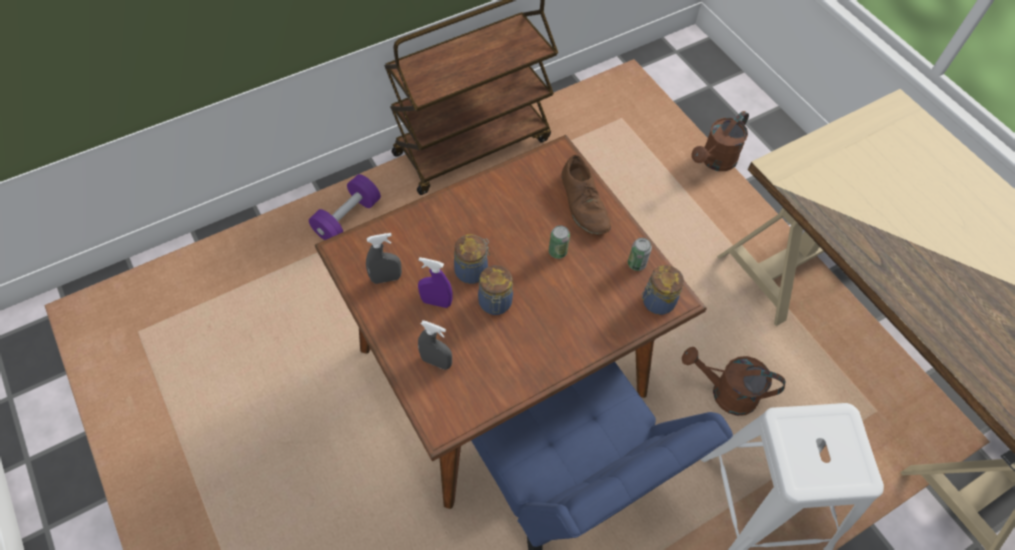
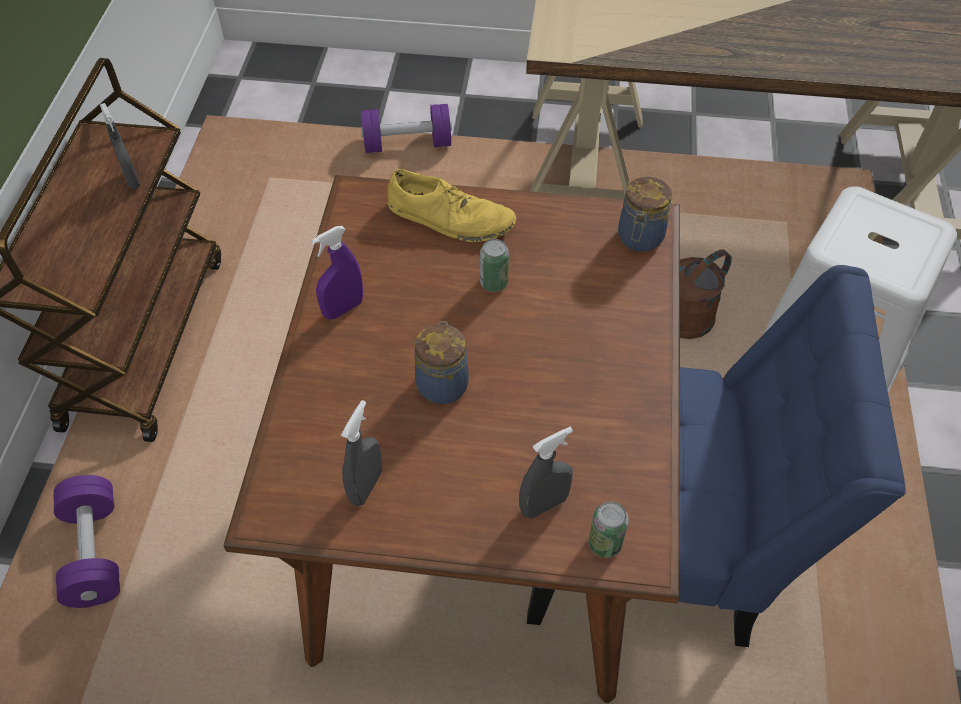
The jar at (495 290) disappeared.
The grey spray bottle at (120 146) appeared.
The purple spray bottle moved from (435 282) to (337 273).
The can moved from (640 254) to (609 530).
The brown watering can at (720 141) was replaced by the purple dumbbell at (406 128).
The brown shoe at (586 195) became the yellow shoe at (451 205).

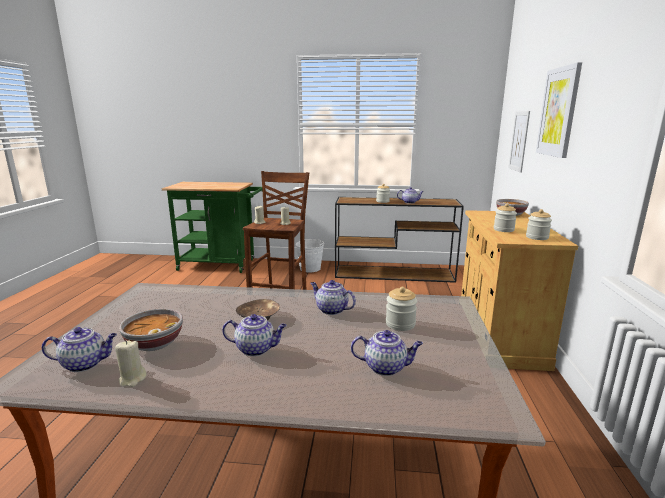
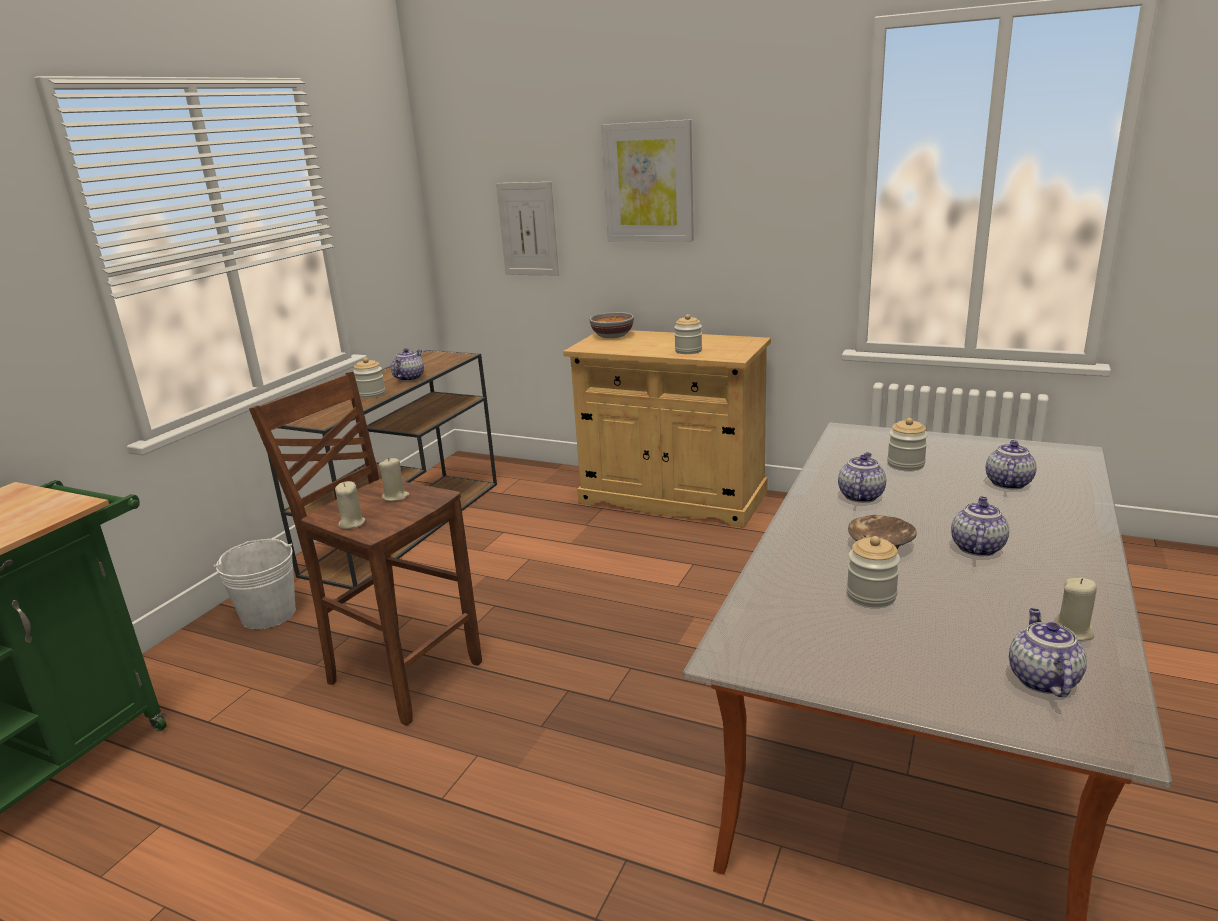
The bowl at (151 330) disappeared.
The jar moved from (539 224) to (873 571).
The teapot at (333 297) turned 150 degrees clockwise.

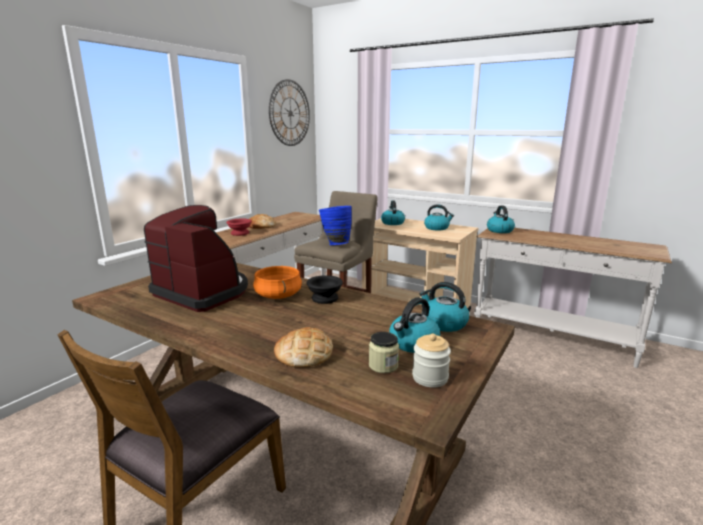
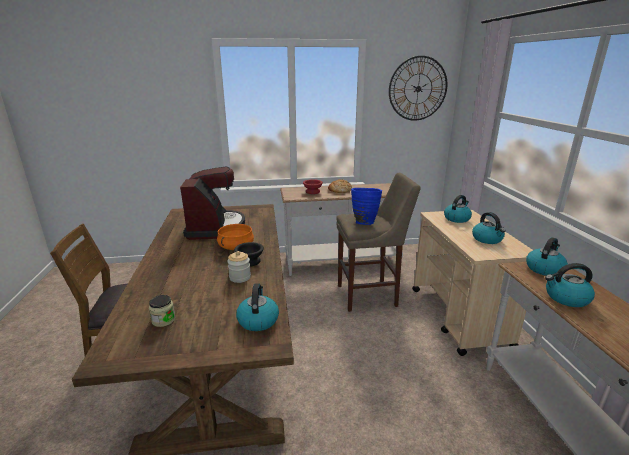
The bread at (303 347) disappeared.
The kettle moved from (414 325) to (570 285).
The jar moved from (431 360) to (239 267).

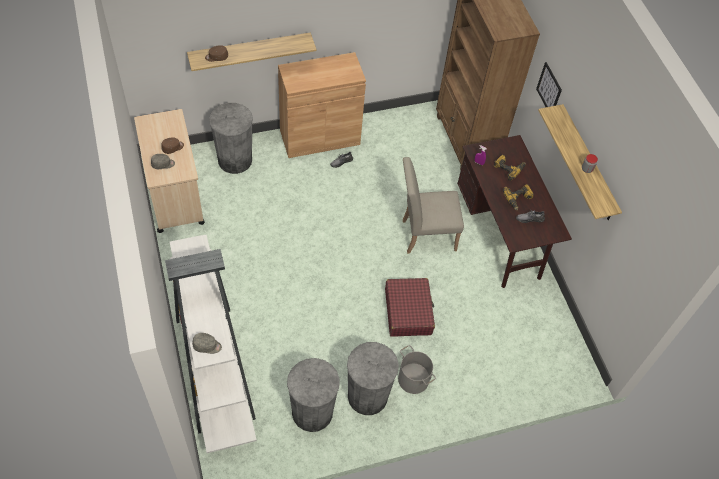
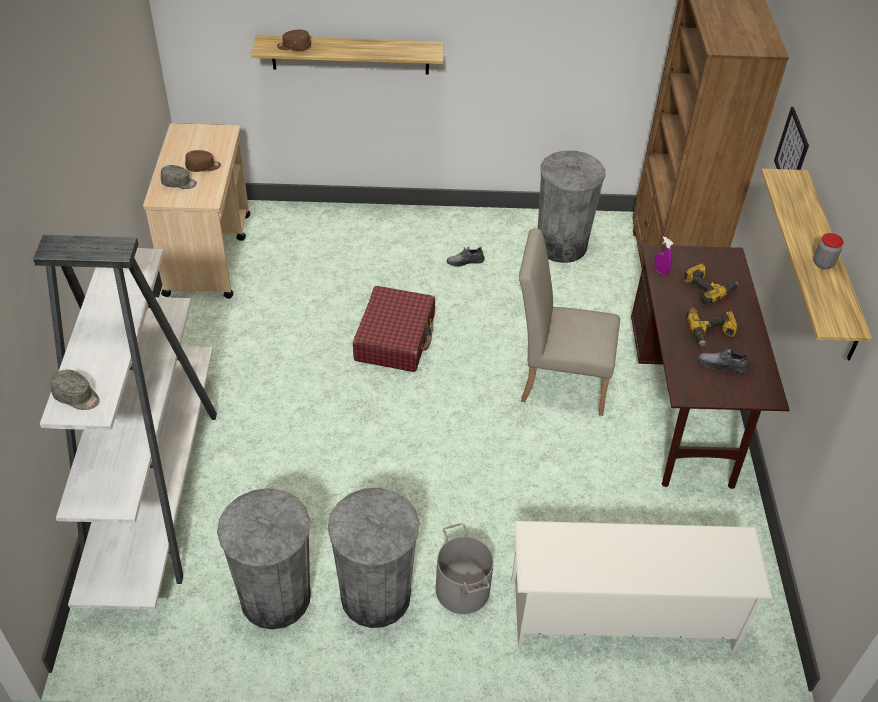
The brown cabinet at (322 105) disappeared.
The white shoe rack at (642 586) appeared.
The grey trash can moved from (231 138) to (571 206).
The red suitcase moved from (410 307) to (394 329).

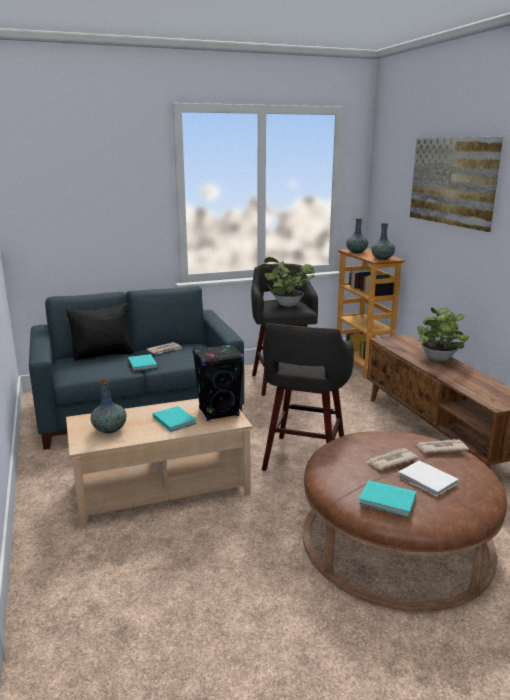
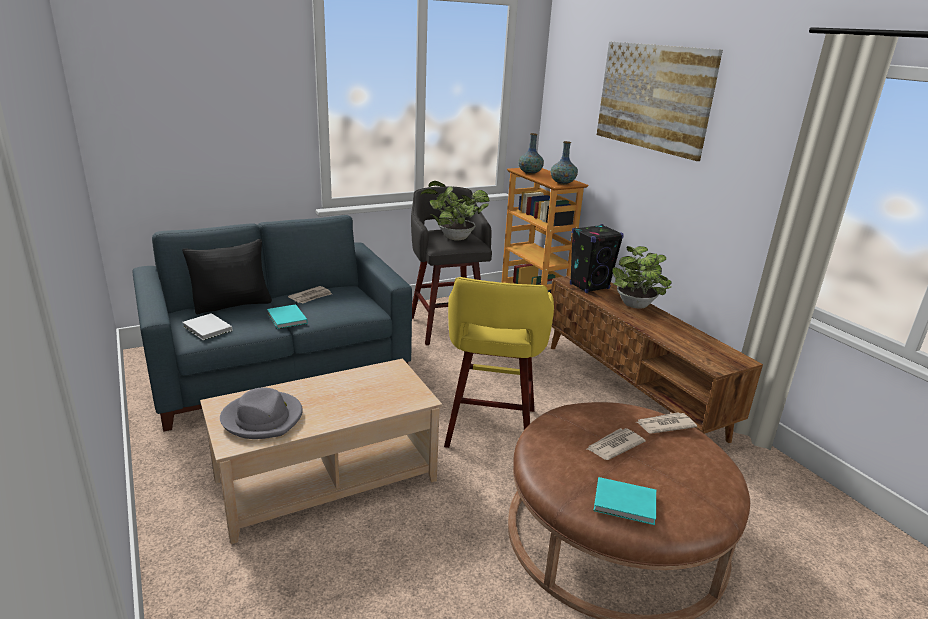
The turquoise book at (175 419) disappeared.
The black speaker moved from (218 382) to (597 258).
The white book moved from (428 478) to (207 326).
The vase at (108 407) was replaced by the grey hat at (261 413).
The grey stool at (308 397) became the yellow stool at (499 362).

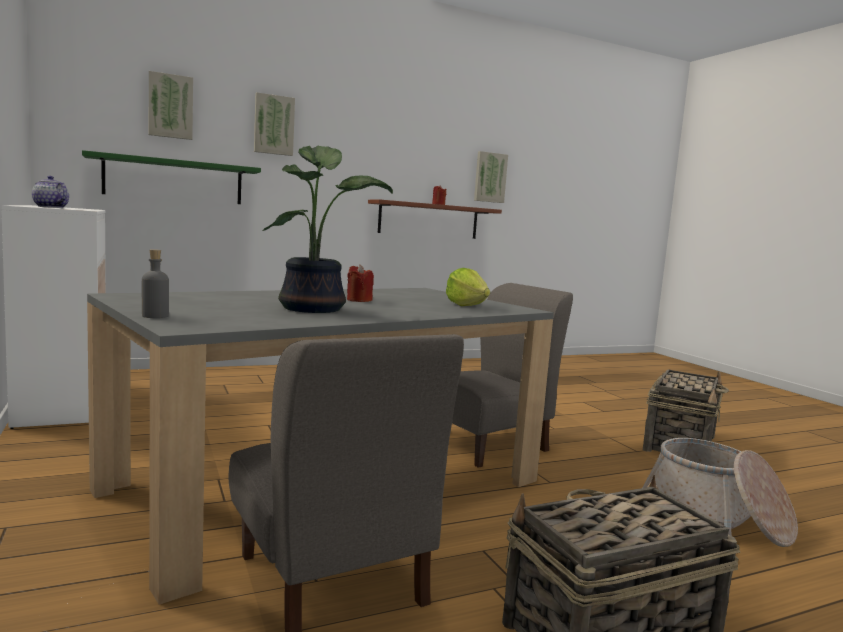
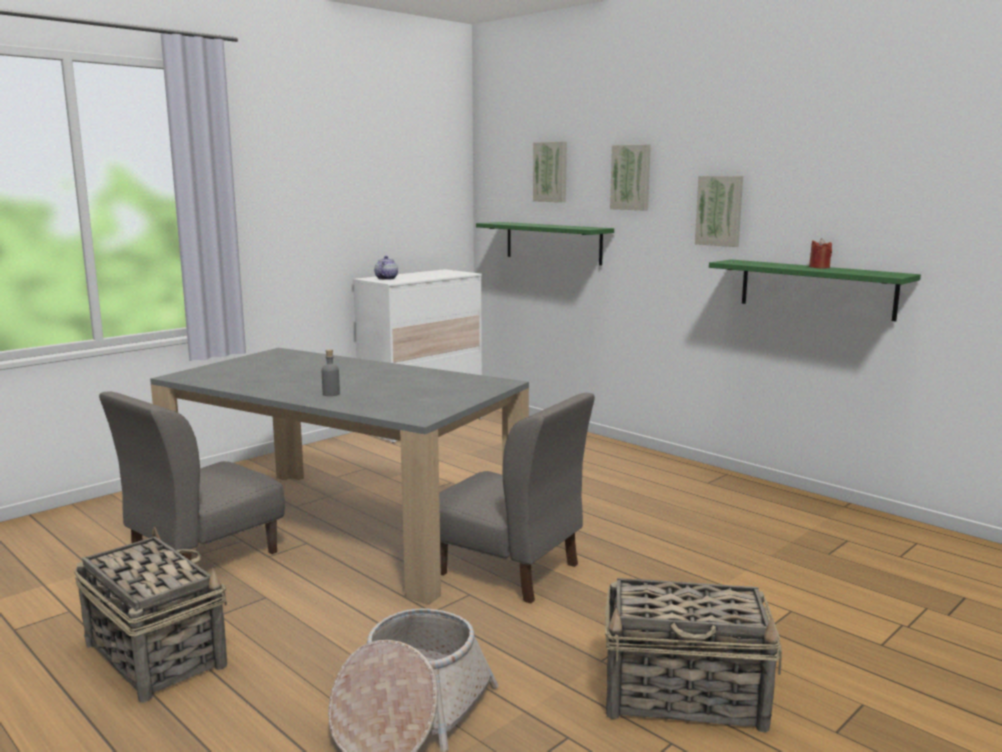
The potted plant at (328 229) disappeared.
The red candle at (360 283) disappeared.
The lettuce at (468 287) disappeared.
The grey bottle moved from (155 283) to (331 372).
The picture moved from (491 177) to (719 211).
The brown shelf at (435 219) became the green shelf at (815 291).

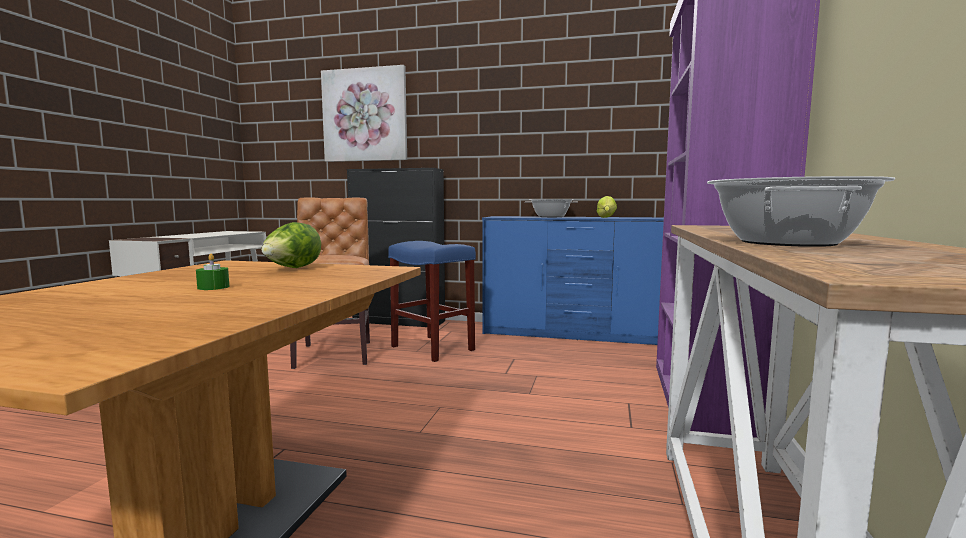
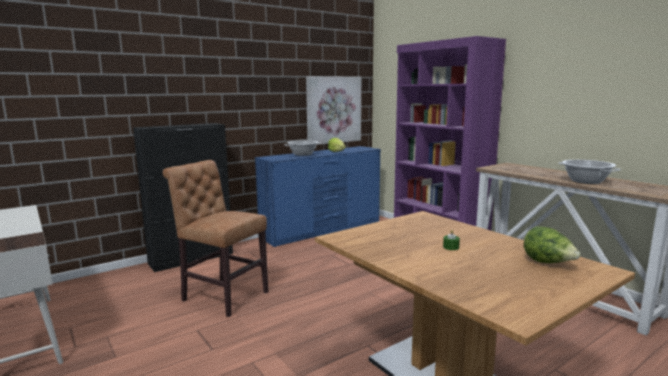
The blue stool at (432 301) disappeared.
The lettuce moved from (291 245) to (552 244).
The picture moved from (364 113) to (333 110).

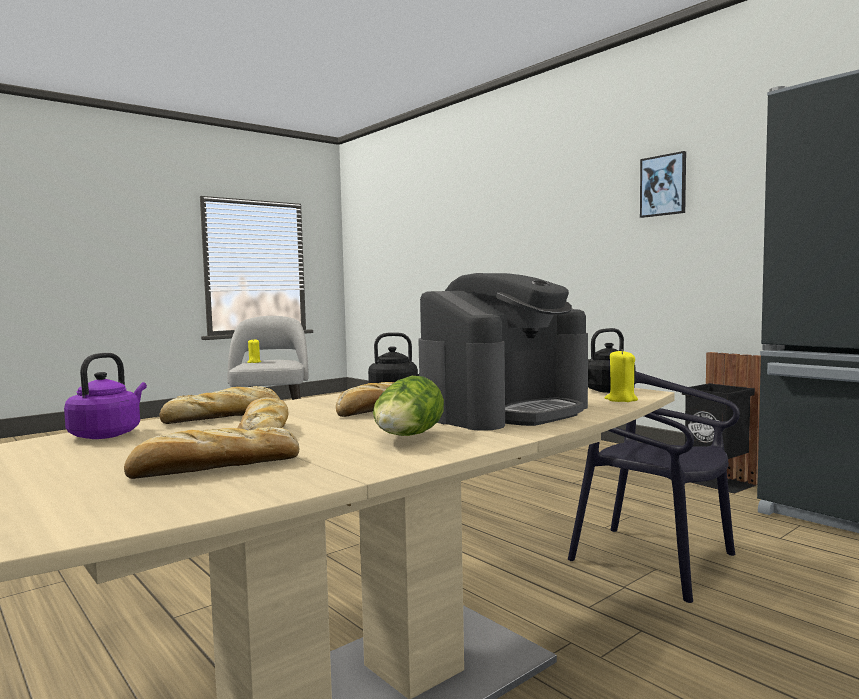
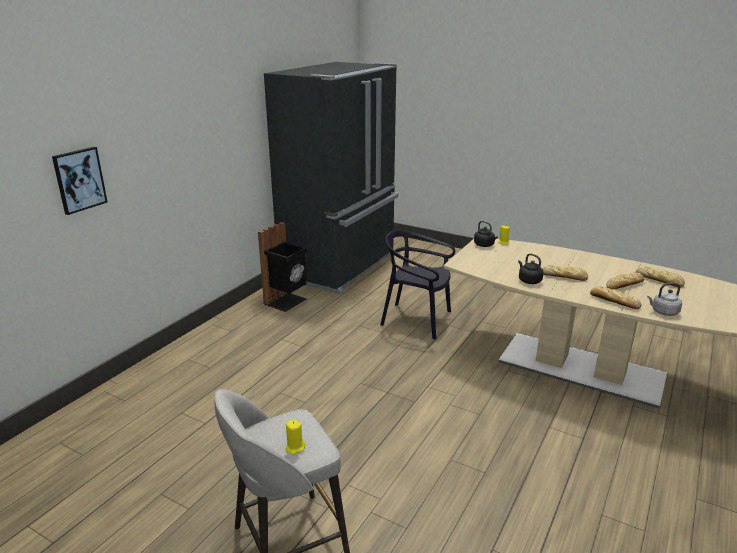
The lettuce at (408 406) disappeared.
The coffee machine at (503 352) disappeared.
The picture moved from (663 184) to (79 181).
The purple kettle at (105 396) became the grey kettle at (664 299).
The black chair at (654 487) turned 90 degrees clockwise.

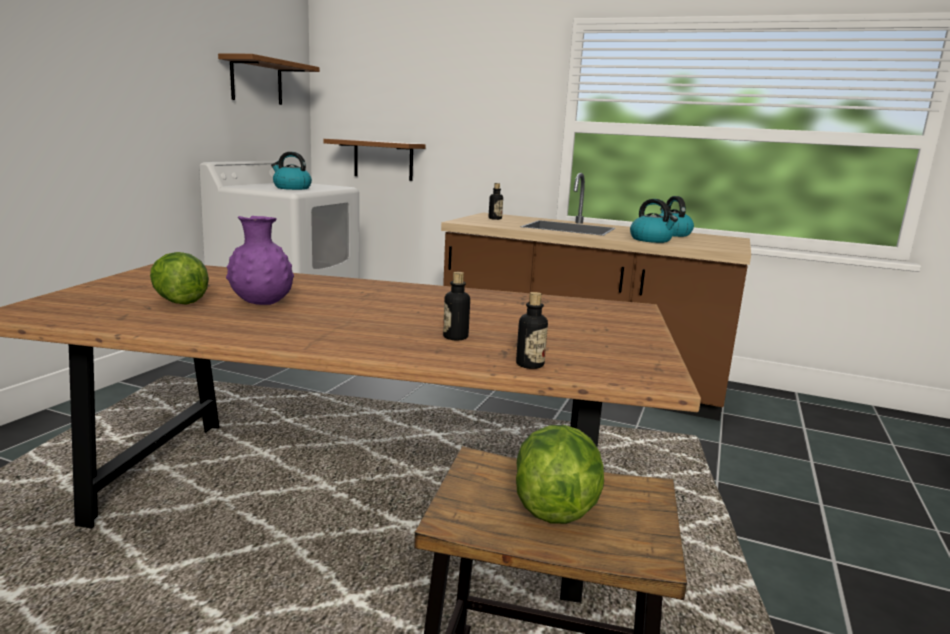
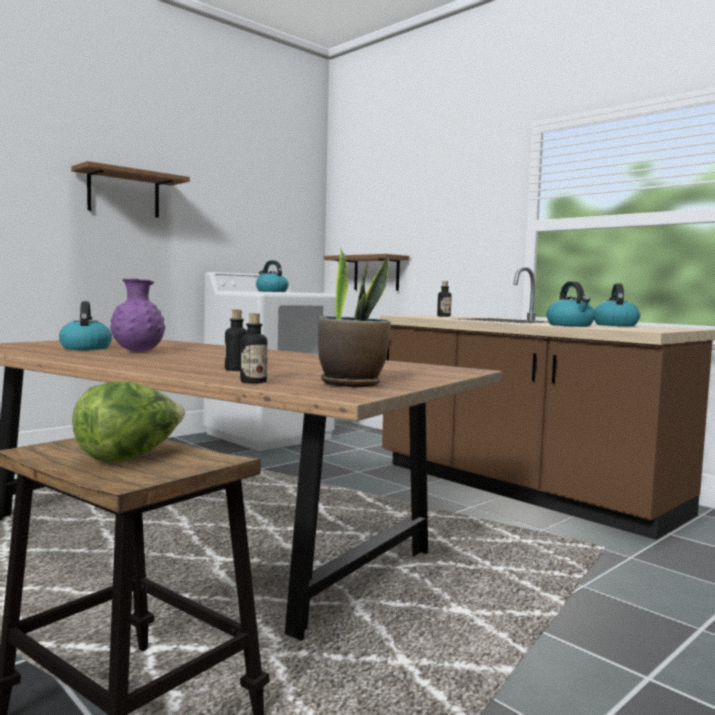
The potted plant at (354 317) appeared.
The brown shelf moved from (269 79) to (130 189).
The lettuce at (179 278) was replaced by the kettle at (85 325).

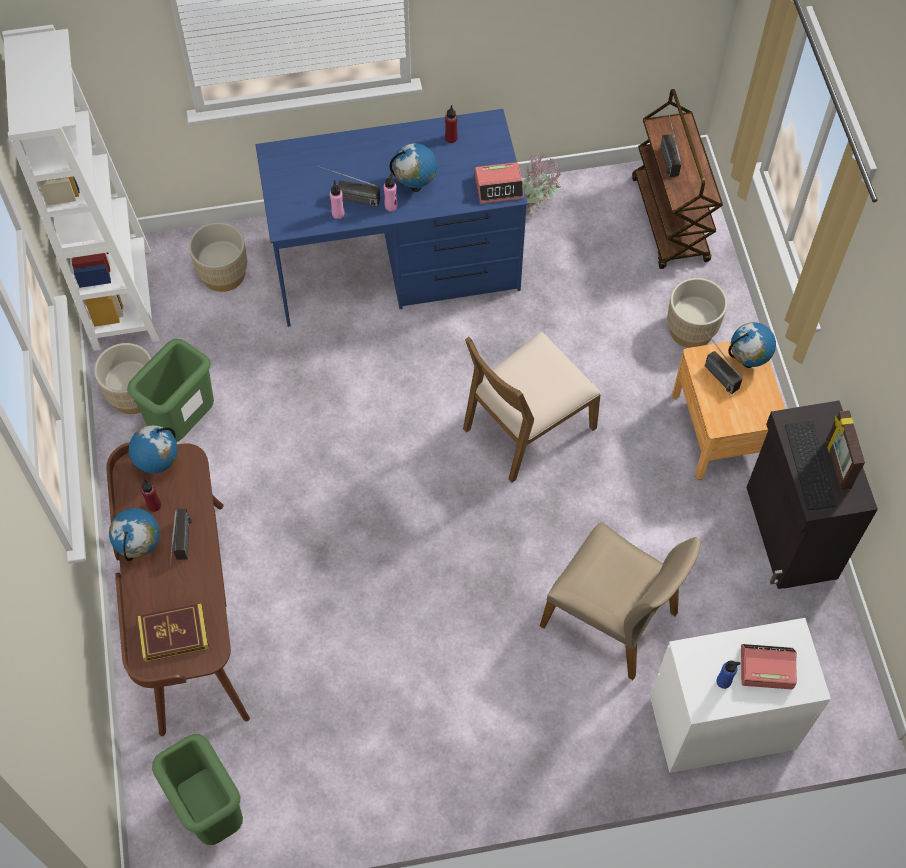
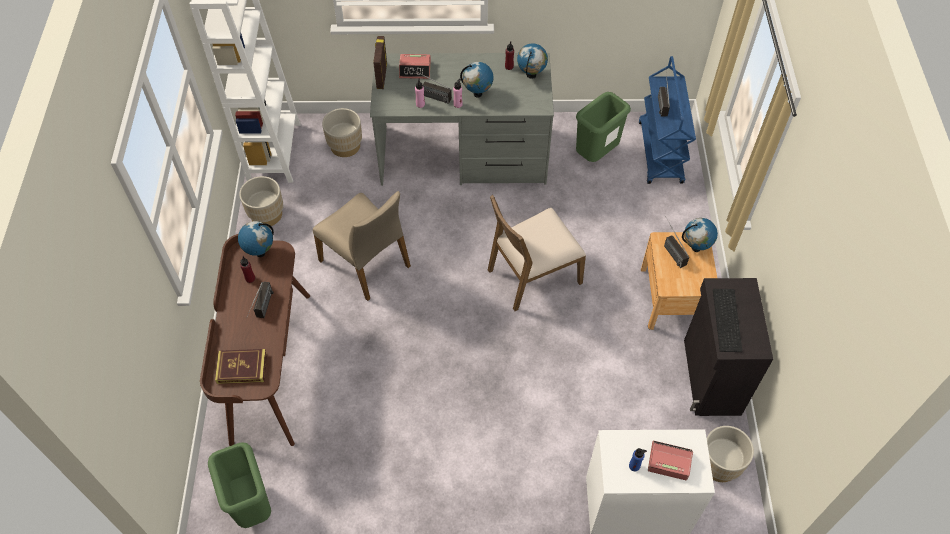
The potted plant at (542 183) disappeared.
The globe moved from (134 534) to (532 61).
The green trash can moved from (170 390) to (603 127).
The alarm clock moved from (499 183) to (415 66).
The beige chair moved from (620 601) to (361 246).
The beige planter moved from (697 313) to (730 454).
The picture frame moved from (845 450) to (380 62).
The blue desk at (391 218) became the grey desk at (462 119).
The brown cart at (677 179) became the blue cart at (667 120).

